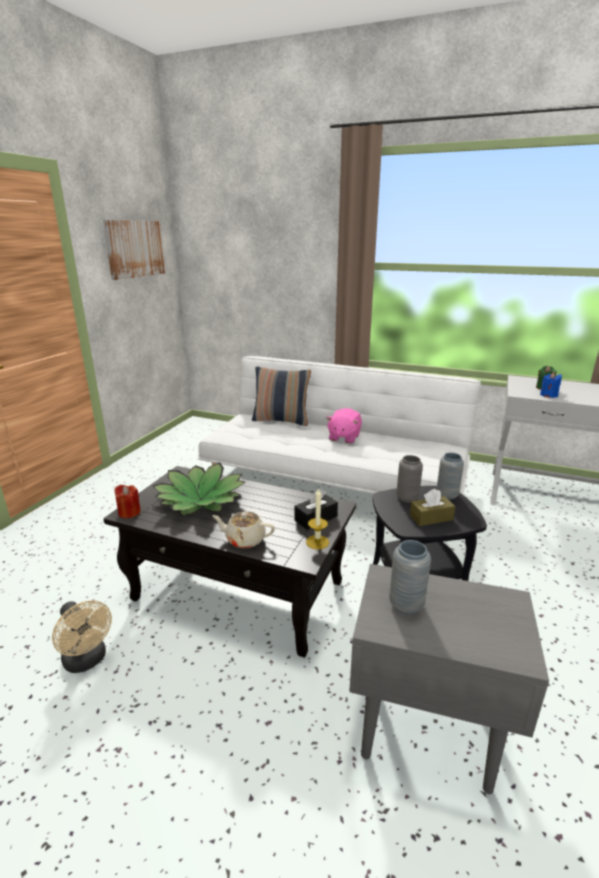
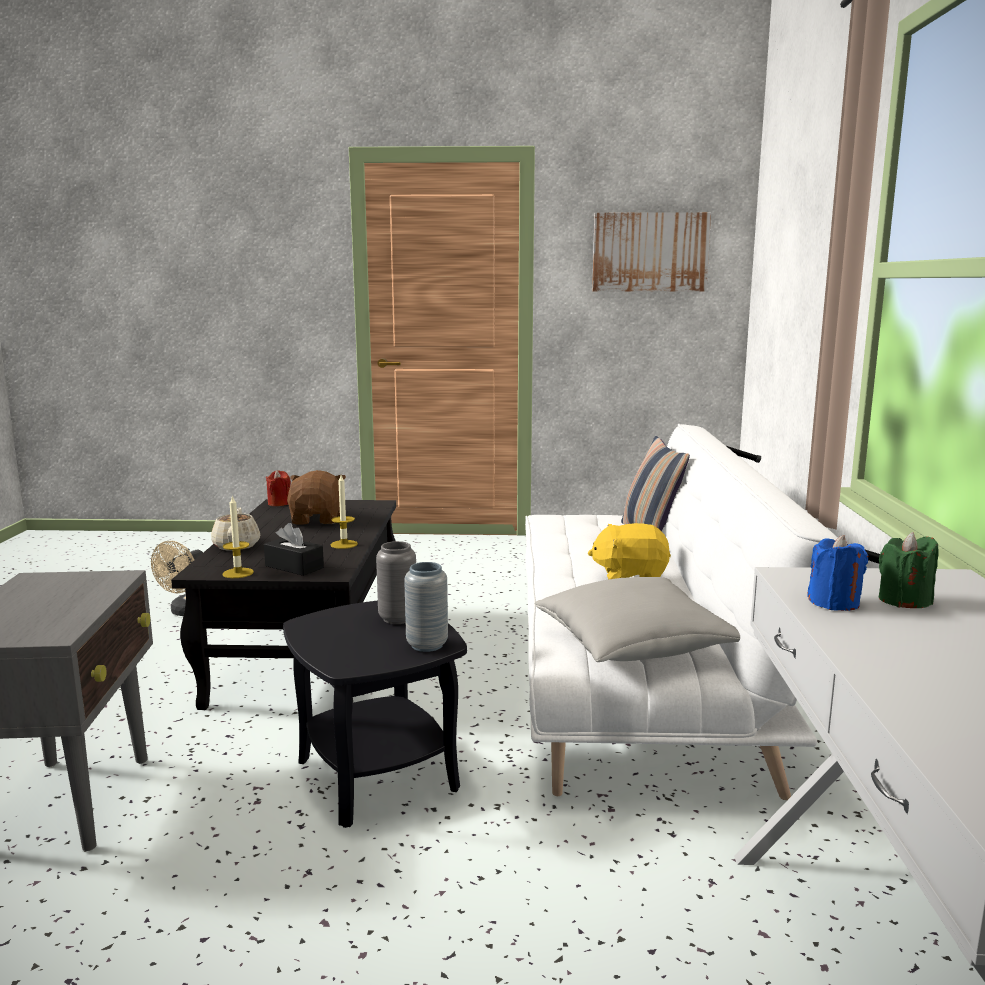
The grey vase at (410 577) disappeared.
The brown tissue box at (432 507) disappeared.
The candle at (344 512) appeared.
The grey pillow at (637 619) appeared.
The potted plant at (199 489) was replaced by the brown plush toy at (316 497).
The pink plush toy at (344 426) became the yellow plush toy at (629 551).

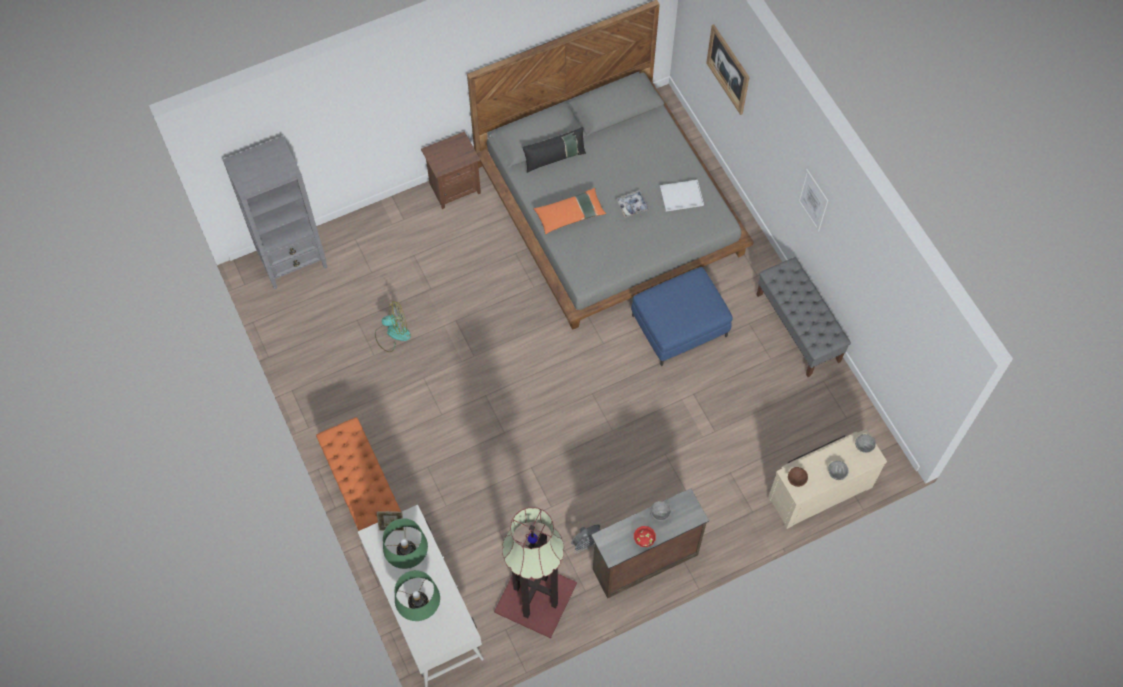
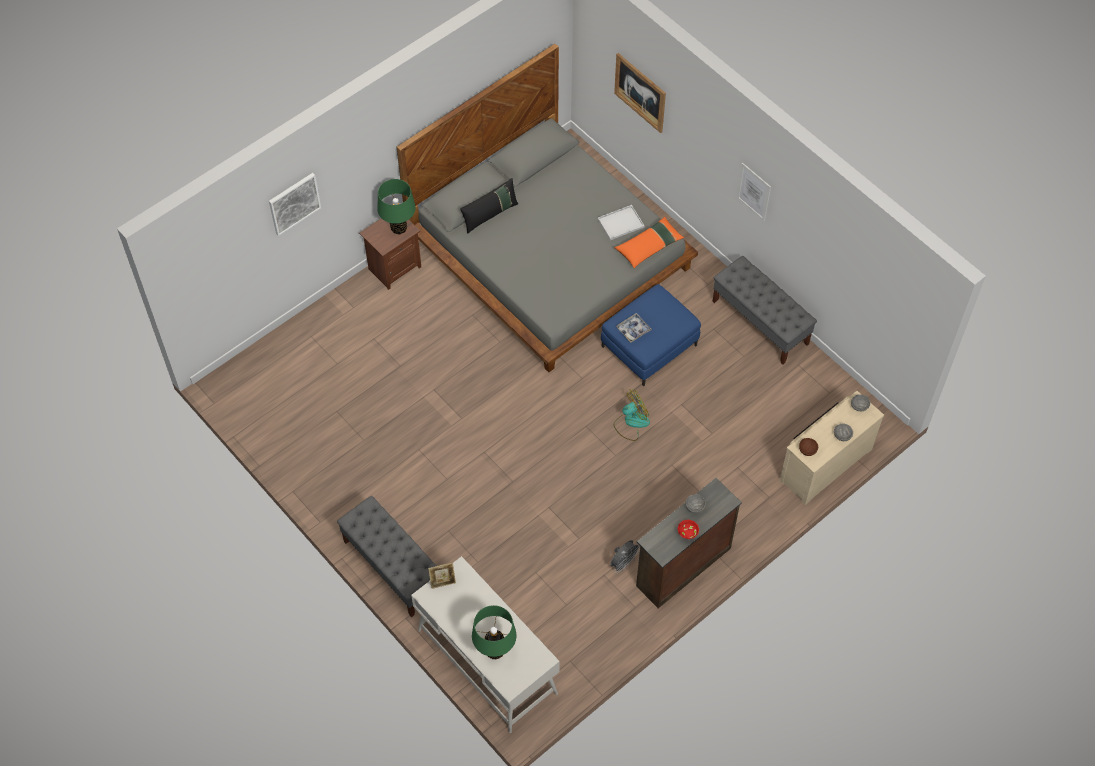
The grey bookcase at (275 212) disappeared.
The floor lamp at (535 572) disappeared.
The picture at (295 204) appeared.
The fan moved from (393 326) to (632 415).
The green table lamp moved from (405 543) to (396 207).
The orange pillow moved from (570 211) to (649 242).
The tray moved from (633 204) to (634 327).
The orange bench at (358 474) became the grey bench at (387 556).

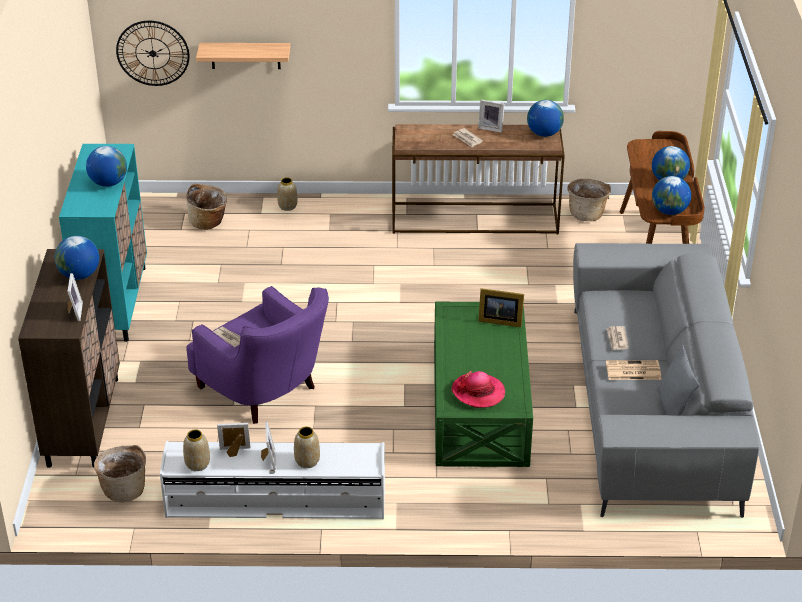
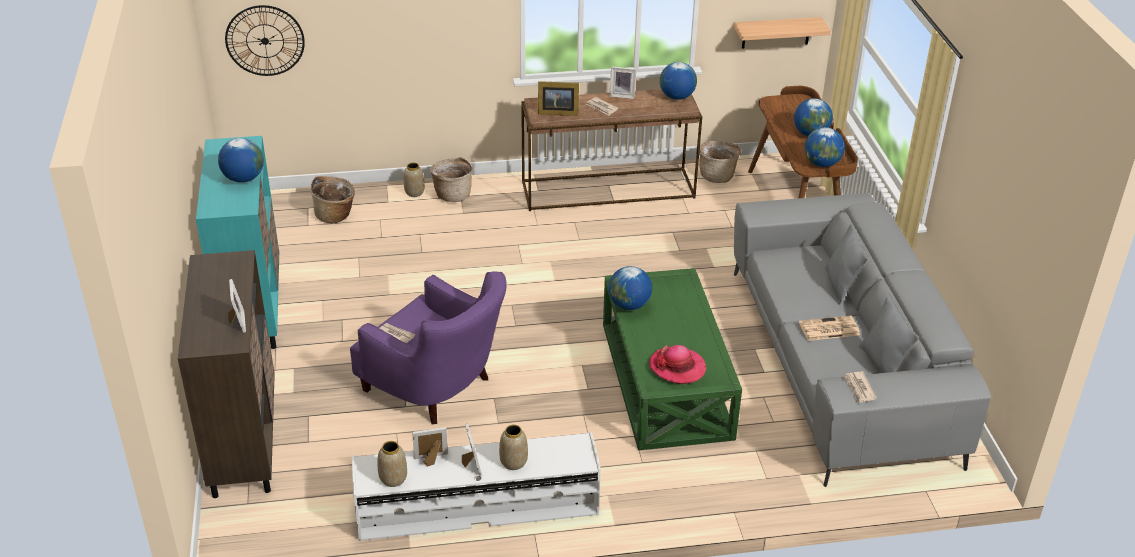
The grey pillow at (846 264) appeared.
The globe moved from (77 258) to (630 288).
The basket moved from (120 473) to (451 179).
The shelf moved from (243 56) to (782 33).
The picture frame moved from (501 307) to (558 98).
The newspaper moved from (618 338) to (860 387).

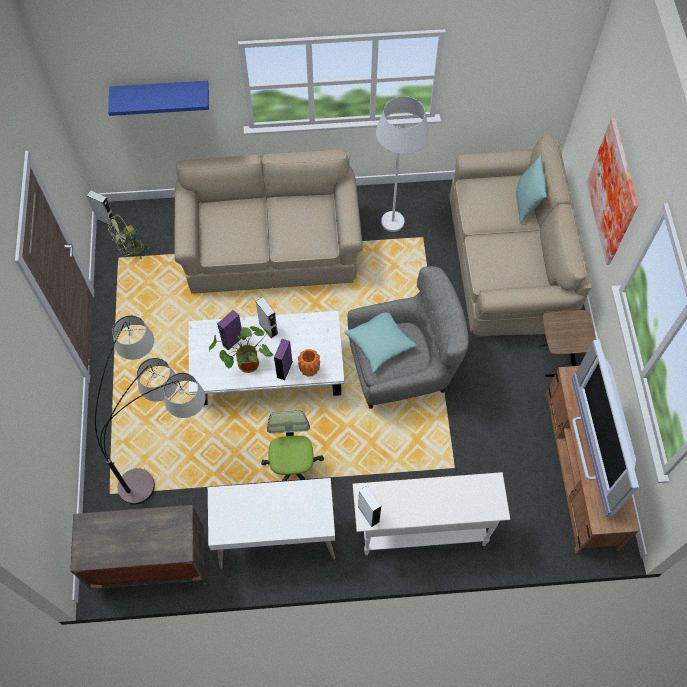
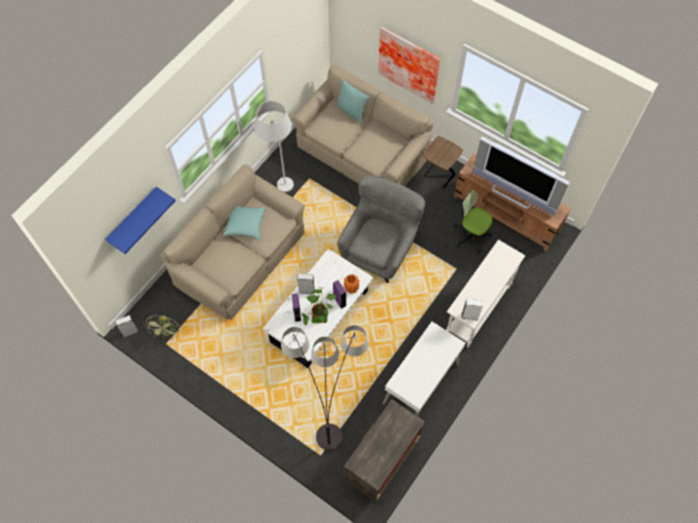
The office chair moved from (292 446) to (473 221).
The turquoise pillow moved from (380 342) to (244 223).

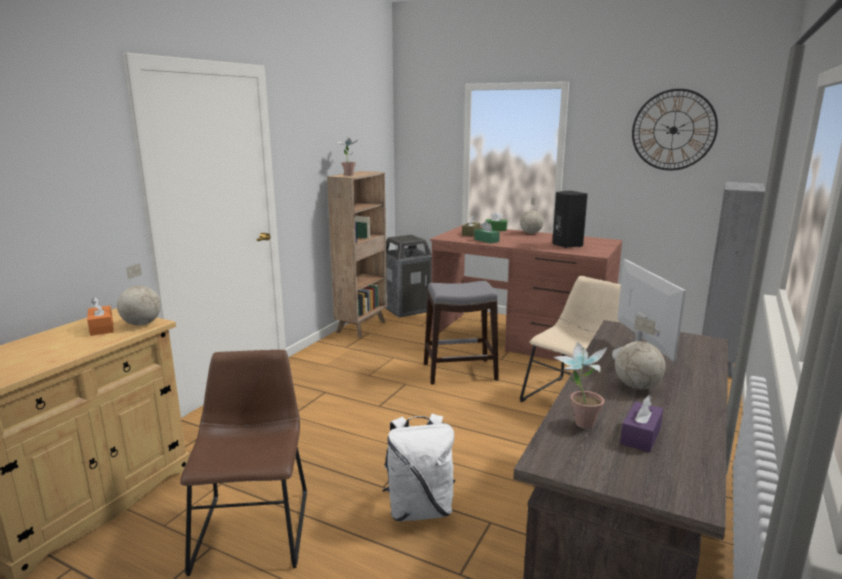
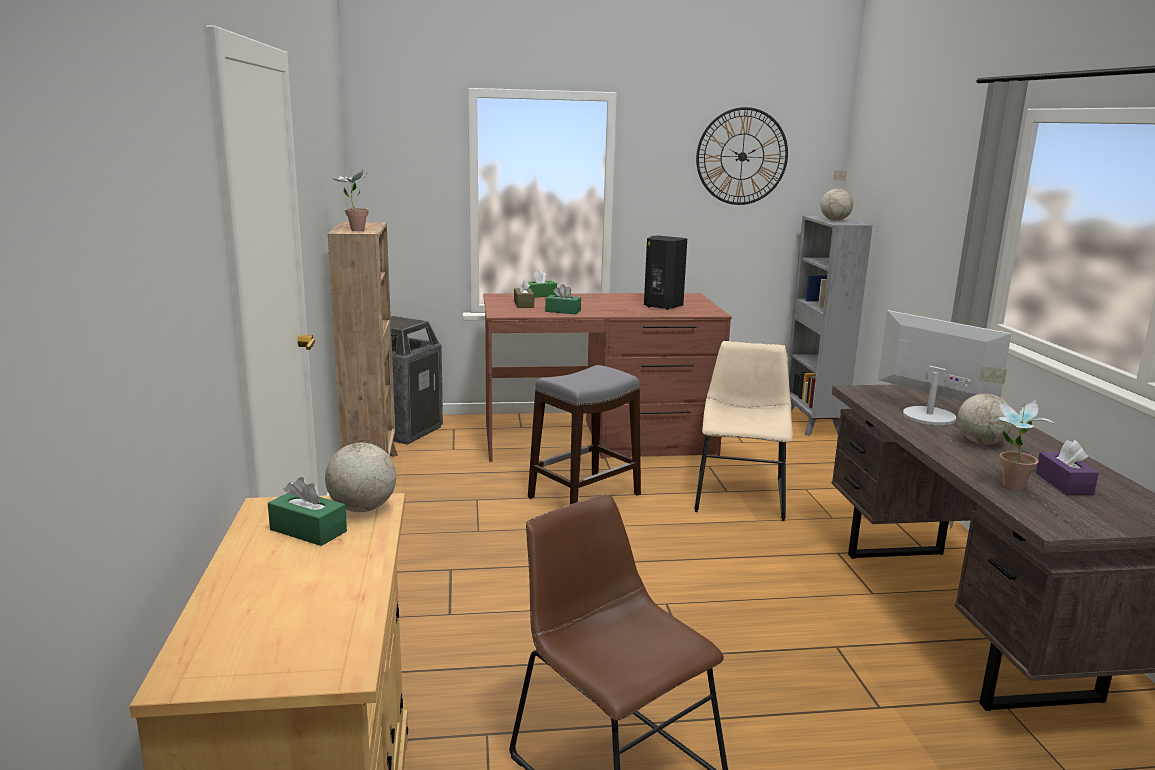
The white backpack at (419 468) disappeared.
The globe moved from (532 215) to (837 195).
The orange tissue box at (100 316) became the green tissue box at (307 511).

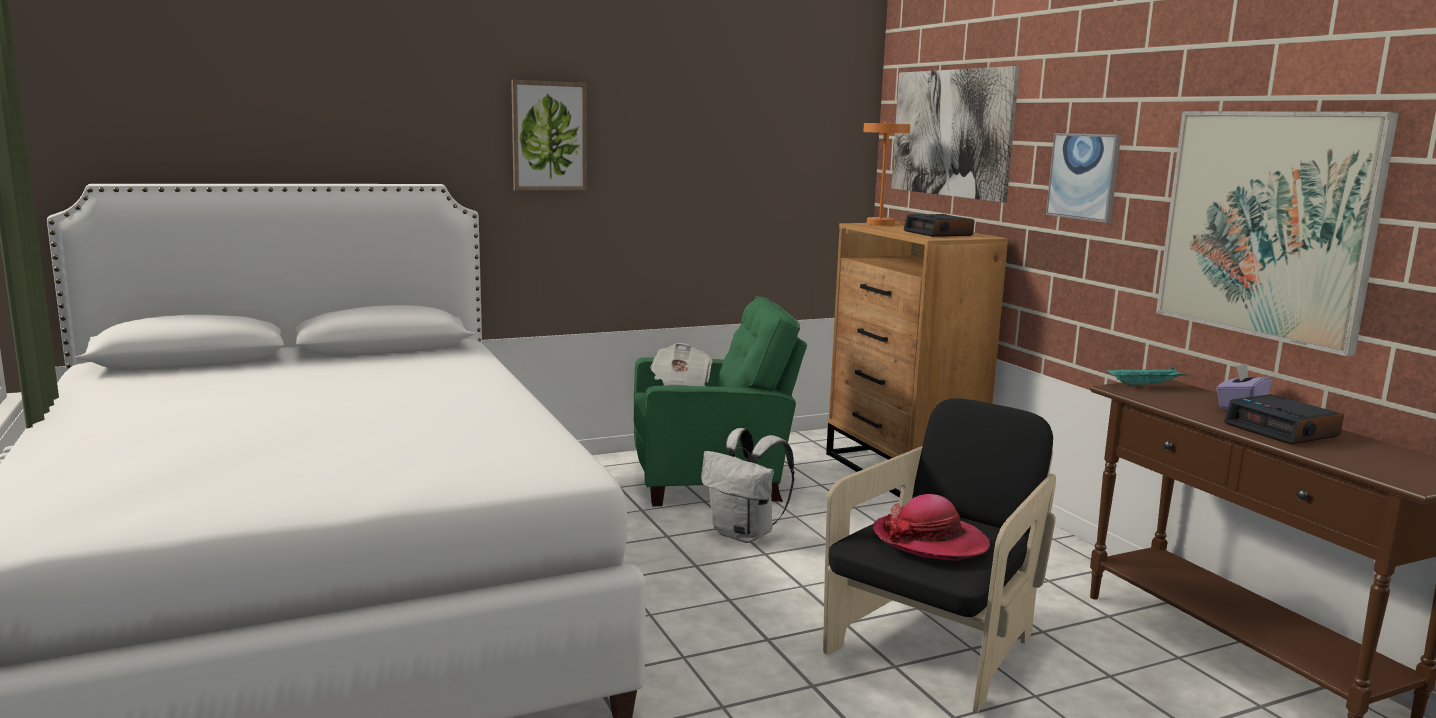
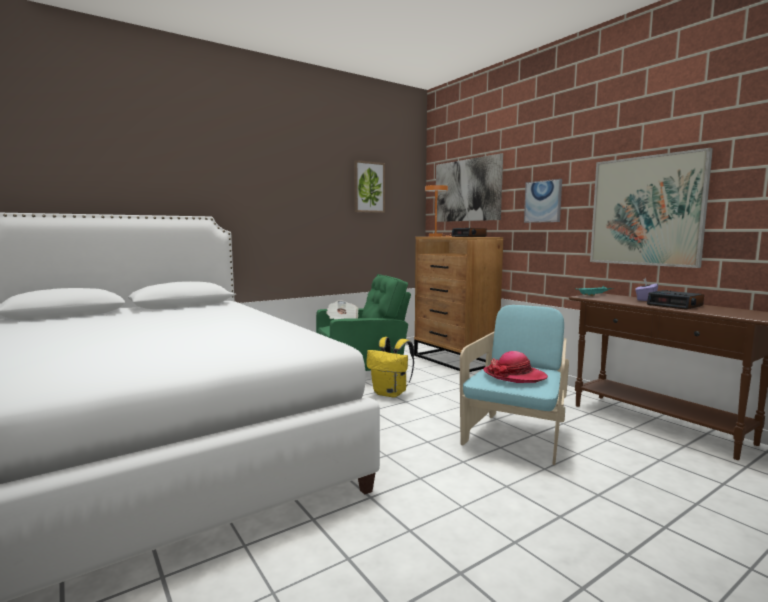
The picture moved from (549 135) to (369 186).
The white backpack at (748 485) became the yellow backpack at (390 367).
The black armchair at (939 555) became the turquoise armchair at (514 385).

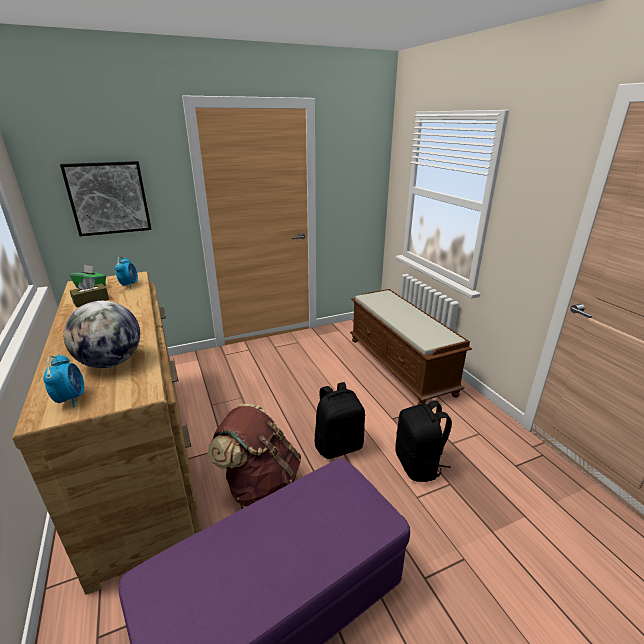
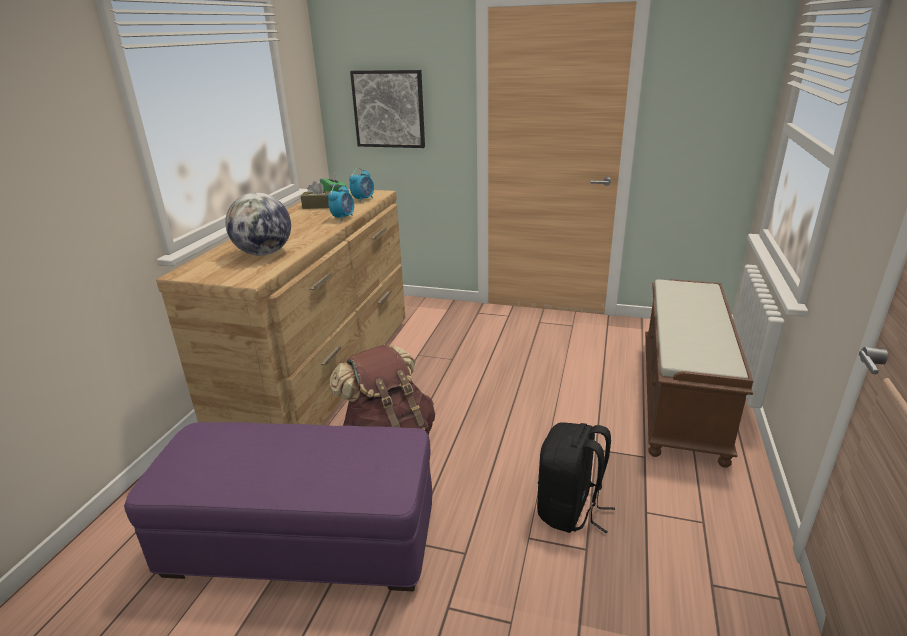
The black backpack at (340 420) disappeared.
The alarm clock moved from (63 380) to (341 202).

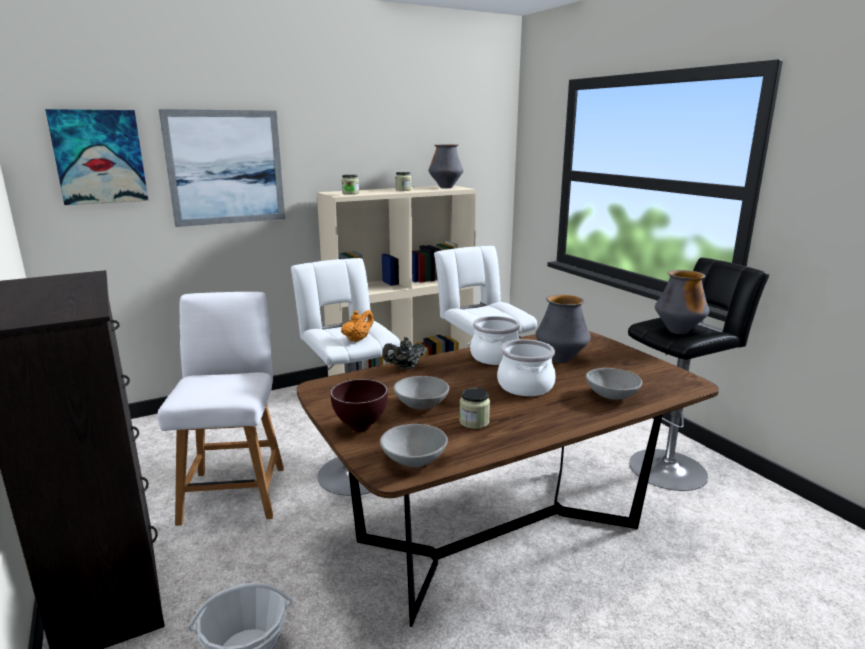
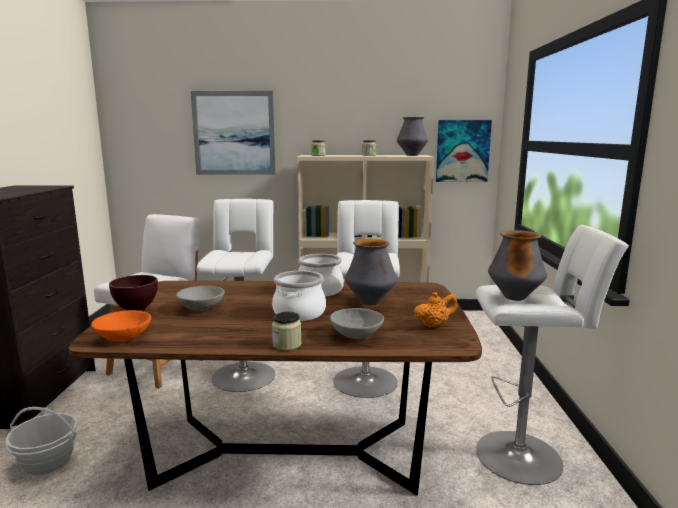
The black teapot at (404 353) disappeared.
The picture moved from (97 157) to (464 151).
The orange teapot moved from (357 326) to (435 310).
The jar moved from (474 408) to (287 331).
The grey bowl at (414 445) became the orange bowl at (121 326).
The black stool at (699 374) became the white stool at (552 355).

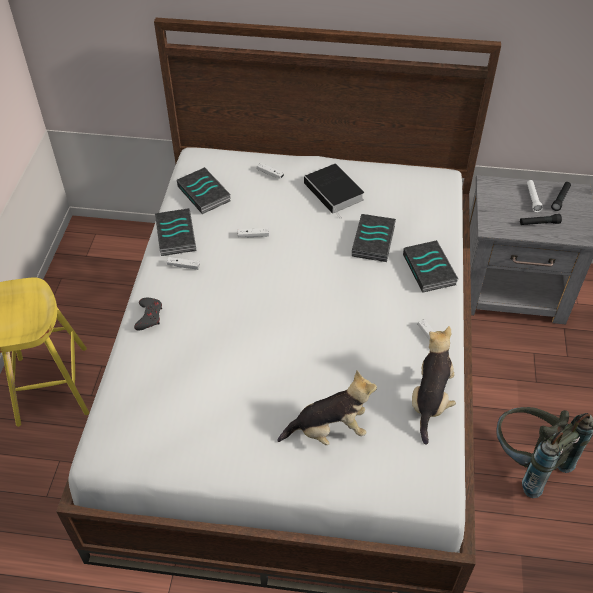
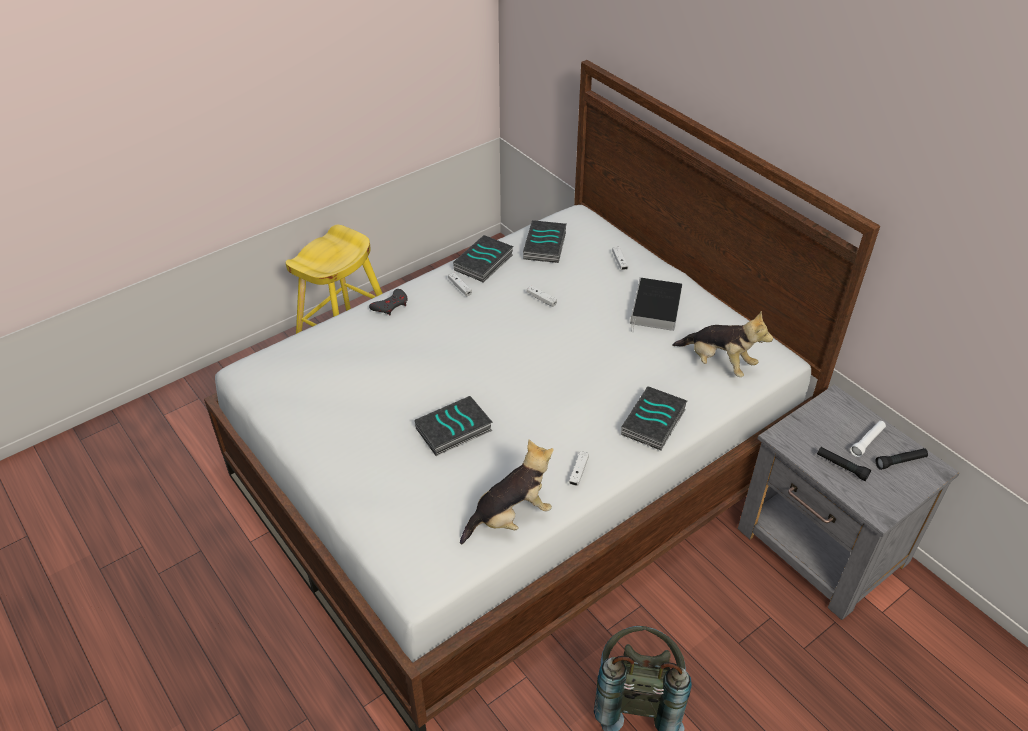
The plush toy moved from (327 408) to (722 344).
The book moved from (374 238) to (454 426).

